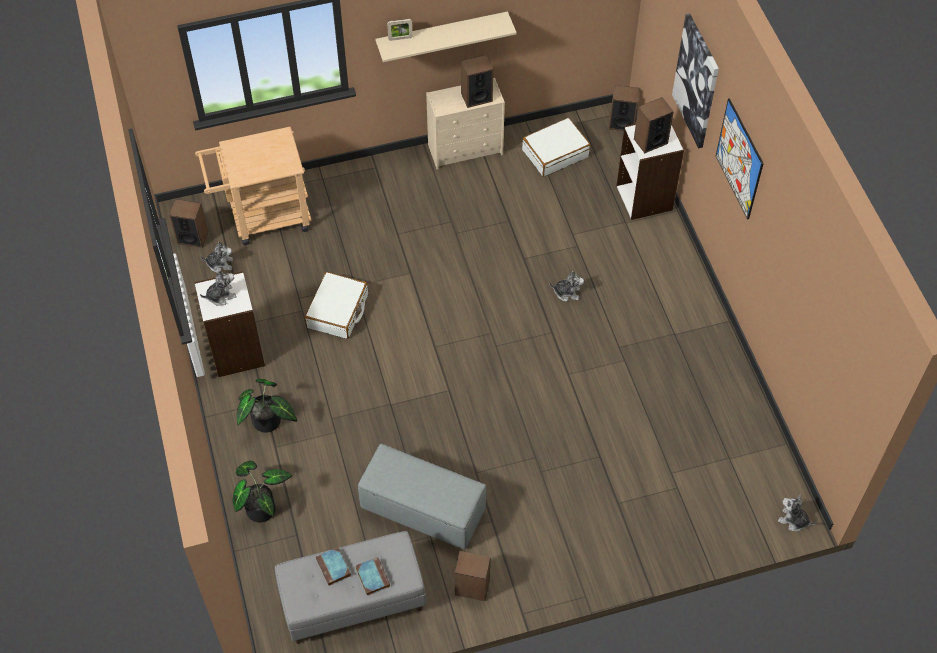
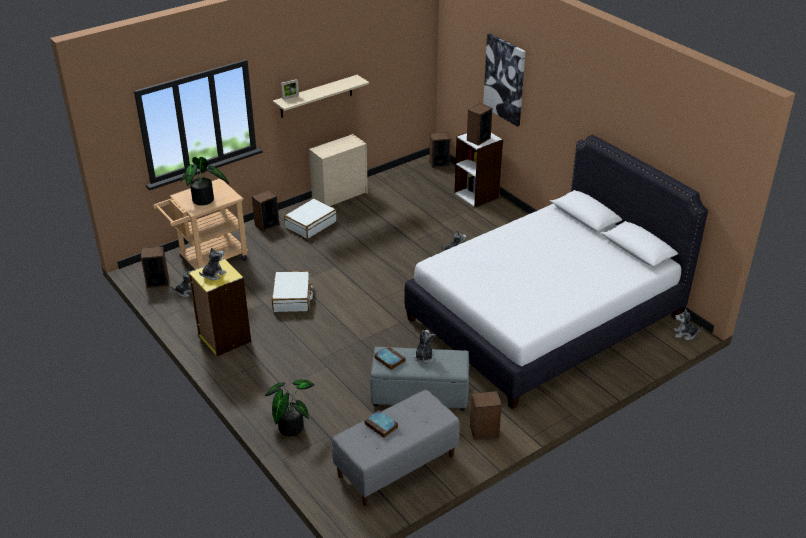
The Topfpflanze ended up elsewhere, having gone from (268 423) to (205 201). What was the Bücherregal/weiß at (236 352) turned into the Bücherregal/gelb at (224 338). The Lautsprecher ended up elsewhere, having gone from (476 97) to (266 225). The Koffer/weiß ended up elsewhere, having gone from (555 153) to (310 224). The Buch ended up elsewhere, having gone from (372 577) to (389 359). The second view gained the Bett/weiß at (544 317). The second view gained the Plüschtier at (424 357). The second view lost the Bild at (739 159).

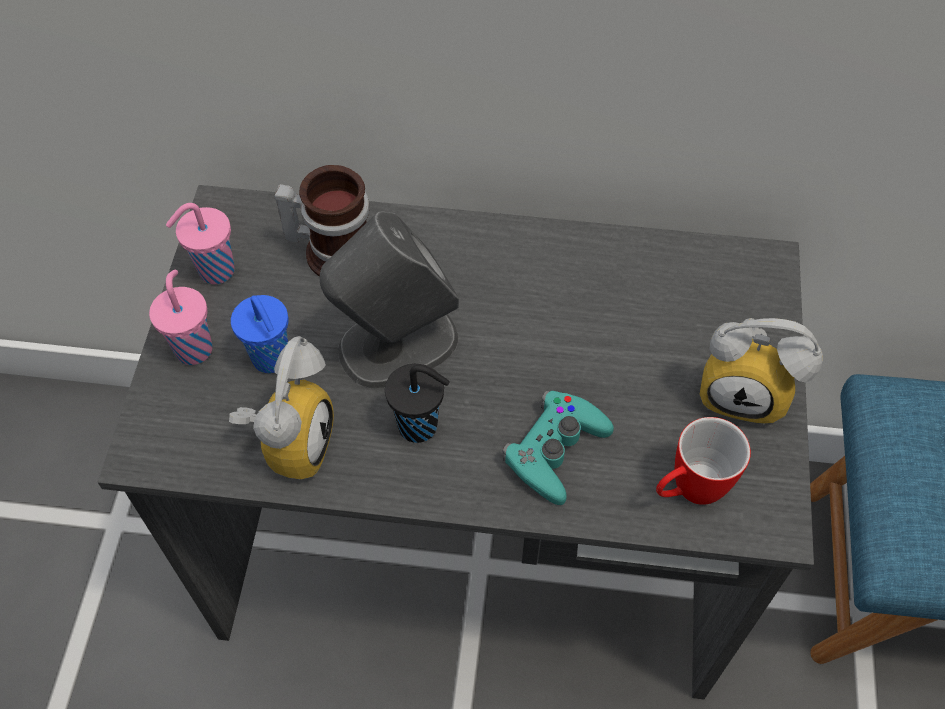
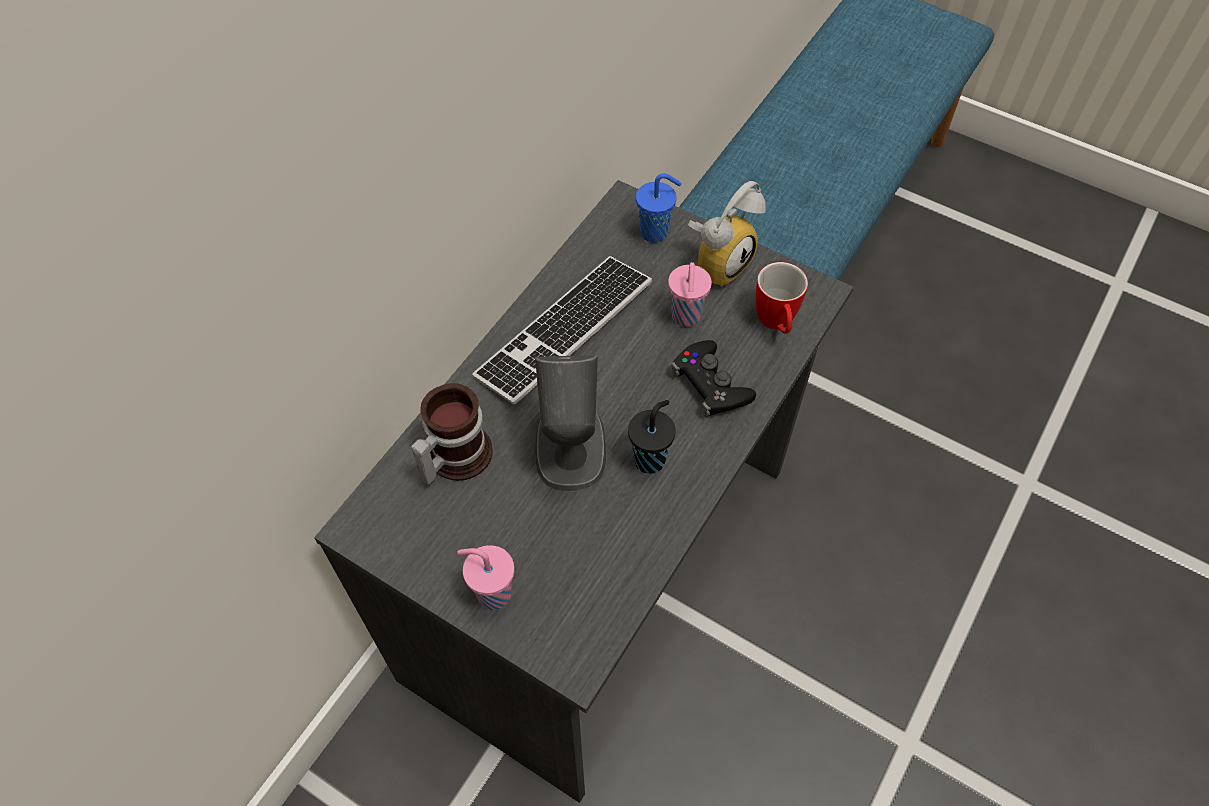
The second view gained the Tastatur at (564 331). The Tasse/blau ended up elsewhere, having gone from (272 360) to (656 232). The Tasse/rosa ended up elsewhere, having gone from (214 271) to (686 317). What was the Gamepad/türkis at (555 450) turned into the Gamepad/schwarz at (711 384). The second view lost the Wecker at (290 440).

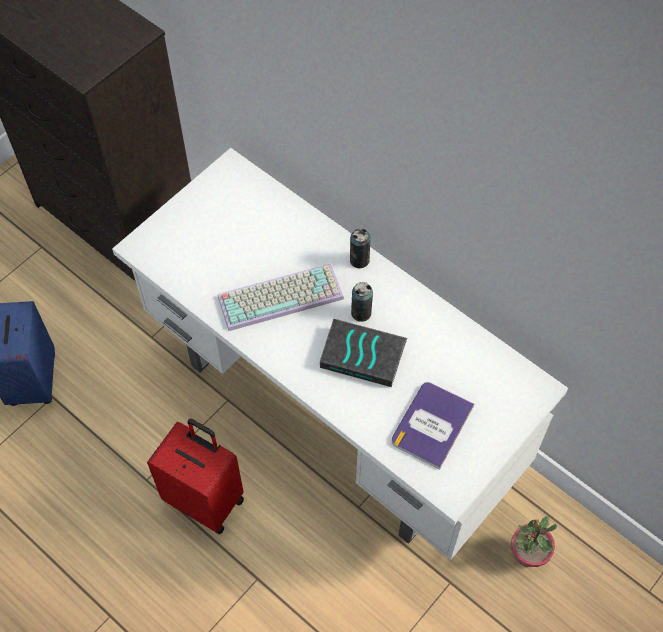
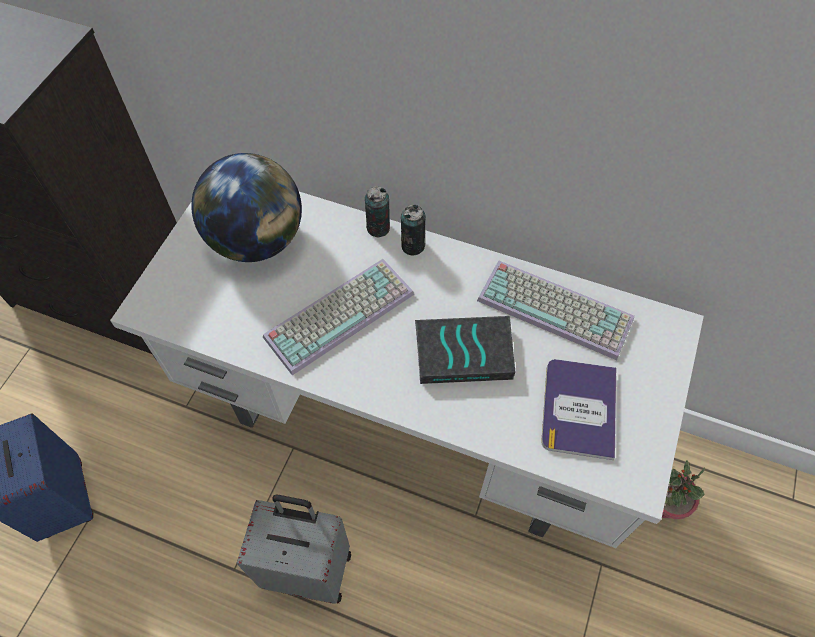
The second view gained the Globus at (257 240). What was the Koffer/rot at (206 499) turned into the Koffer/grau at (309 568). The Dose ended up elsewhere, having gone from (361 313) to (378 228). The second view gained the Tastatur at (557 308).

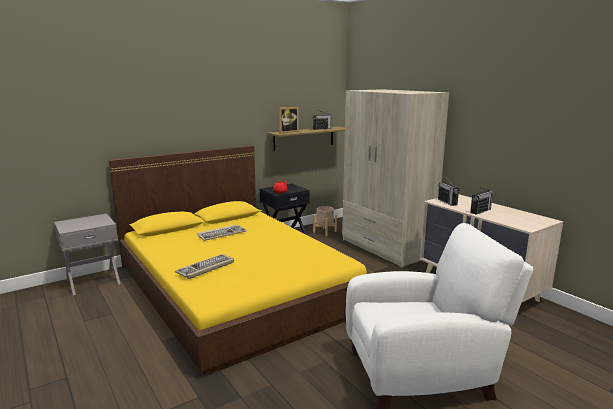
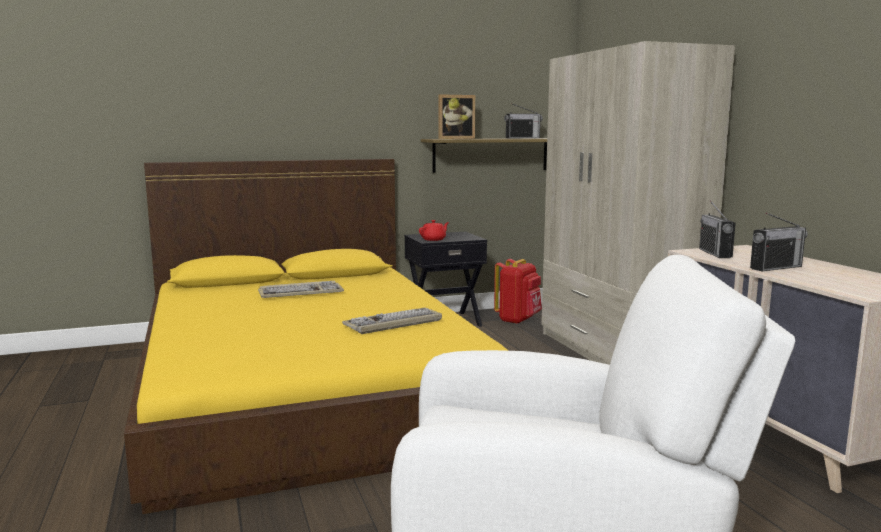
The Tastatur ended up elsewhere, having gone from (205 268) to (393 323). Where the Pflanzkübel/beige stood at (324 232), the Rucksack/rot came to stand at (518 320). The second view lost the Nachttisch/grau at (93 281).

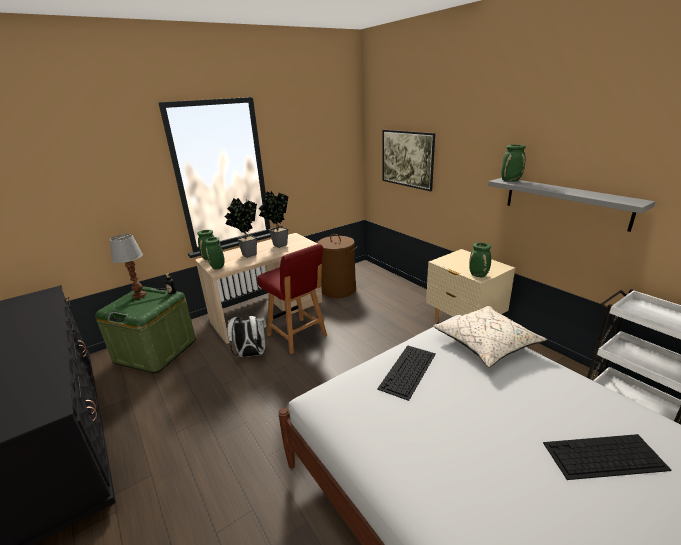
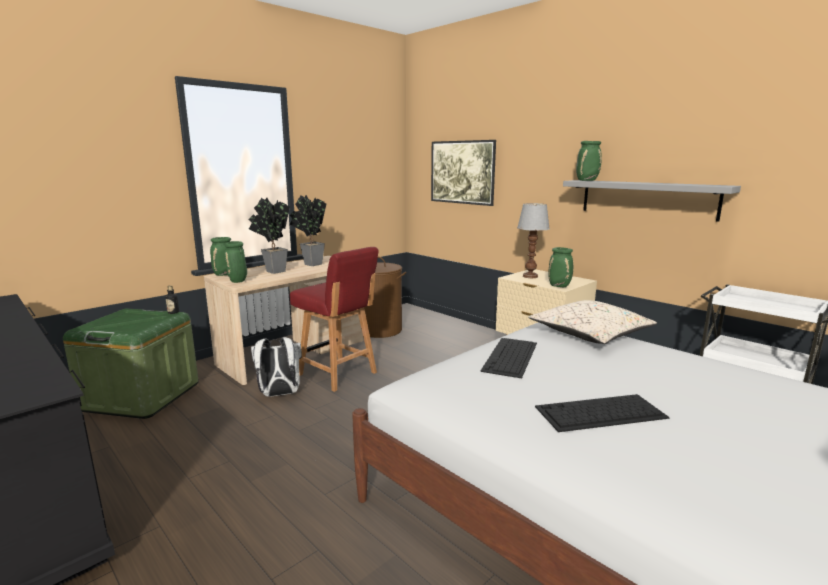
The Tischlampe ended up elsewhere, having gone from (139 295) to (529 276). The Tastatur ended up elsewhere, having gone from (603 456) to (599 413).

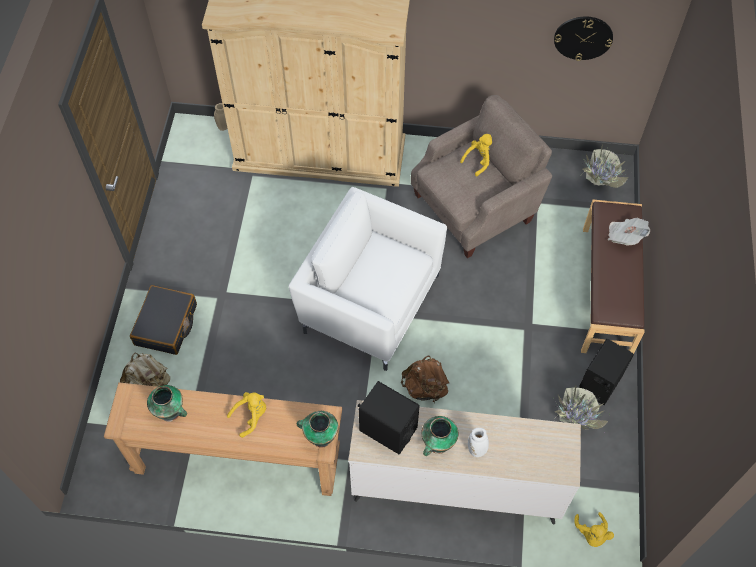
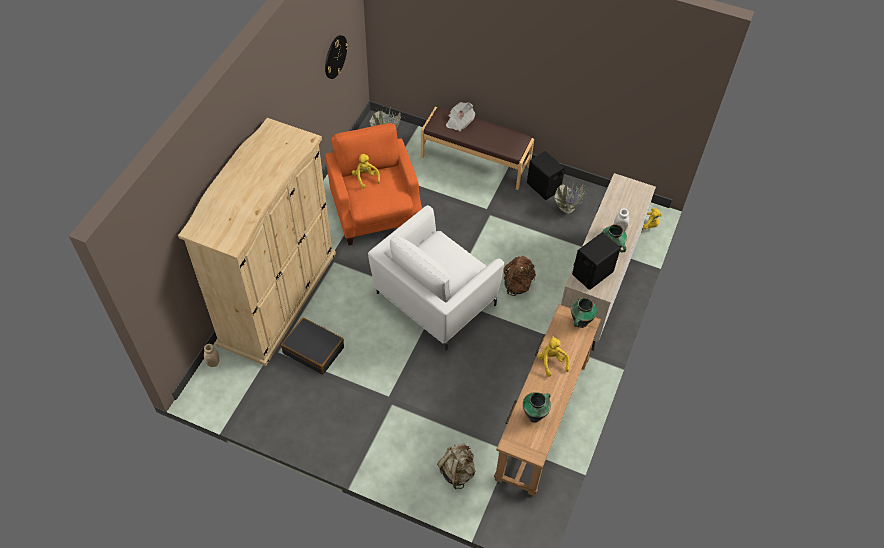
The Koffer/schwarz ended up elsewhere, having gone from (166 325) to (314 350). What was the Sessel/beige at (475 206) turned into the Sessel/orange at (375 211).

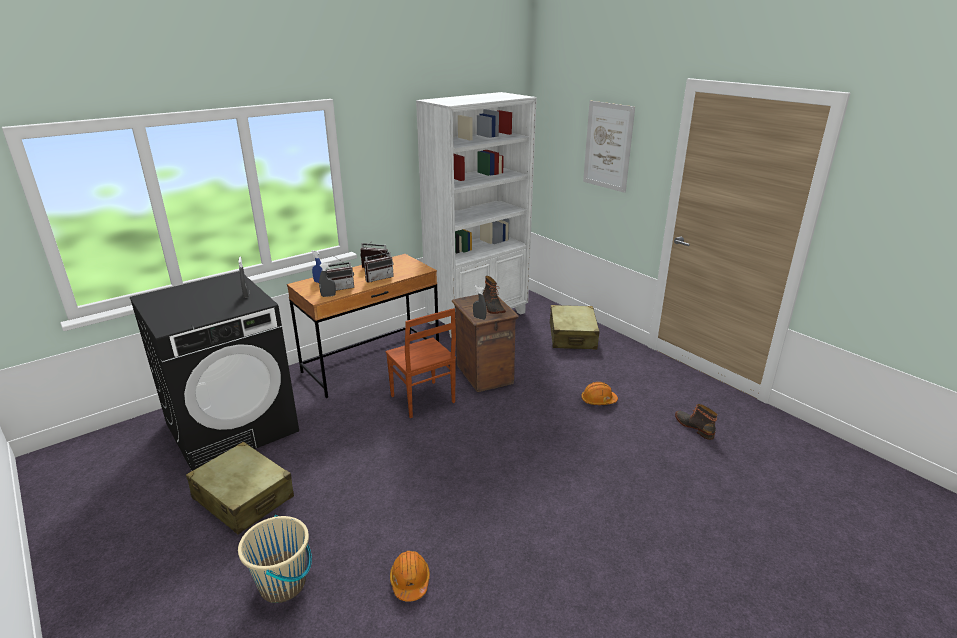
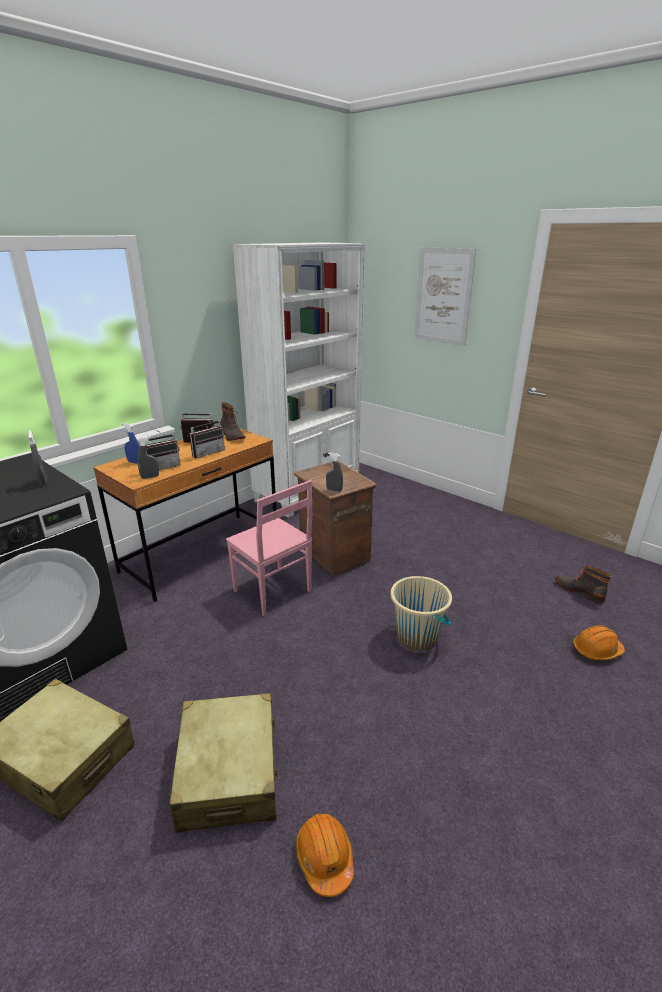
The Koffer/beige ended up elsewhere, having gone from (572 336) to (229 772). The Stiefel ended up elsewhere, having gone from (492 308) to (231 436). What was the Stuhl/braun at (422 400) turned into the Stuhl/rosa at (272 592). The Eimer/beige ended up elsewhere, having gone from (283 584) to (417 637). The Schutzhelm/orange ended up elsewhere, having gone from (598 400) to (596 650).

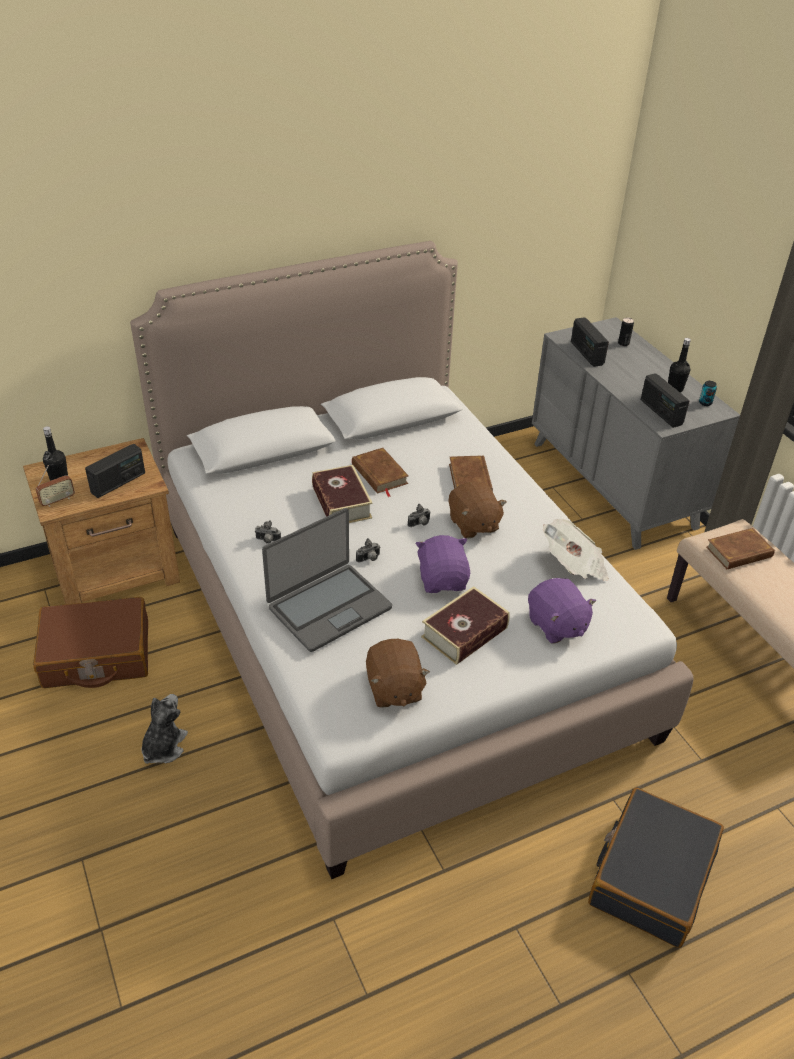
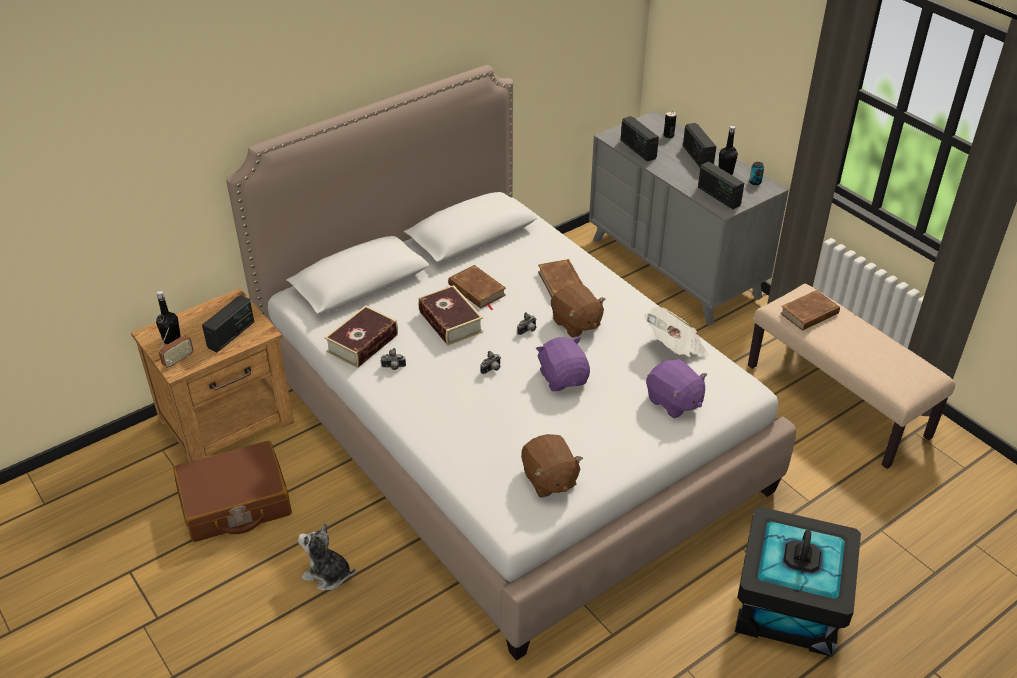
The Plüschtier at (163 747) ended up facing another way, 75 degrees counterclockwise from before. The Buch ended up elsewhere, having gone from (464 632) to (362 343). The second view gained the Radio at (697 157). Where the Koffer/schwarz stood at (651 876), the Aufbewahrungsbox/schwarz came to stand at (789 606). The second view lost the Laptop at (328 607).

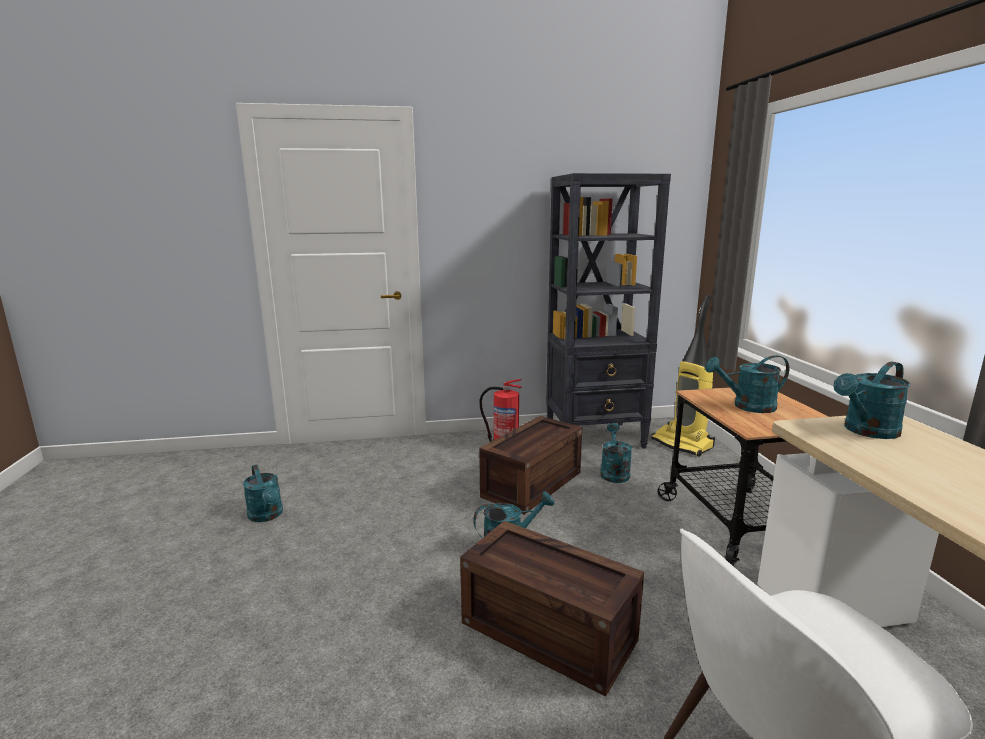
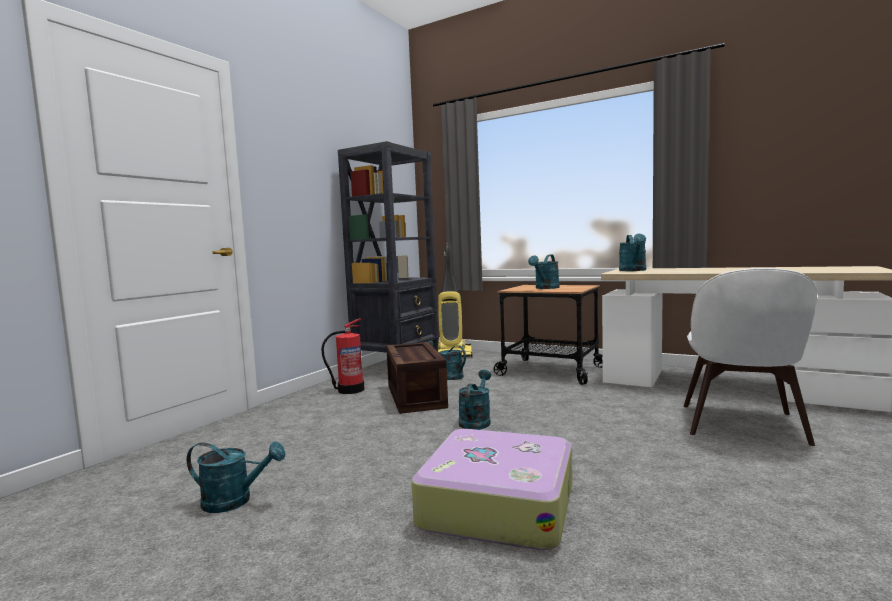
The second view gained the Koffer at (497 504). The second view lost the Kiste at (551 631).

